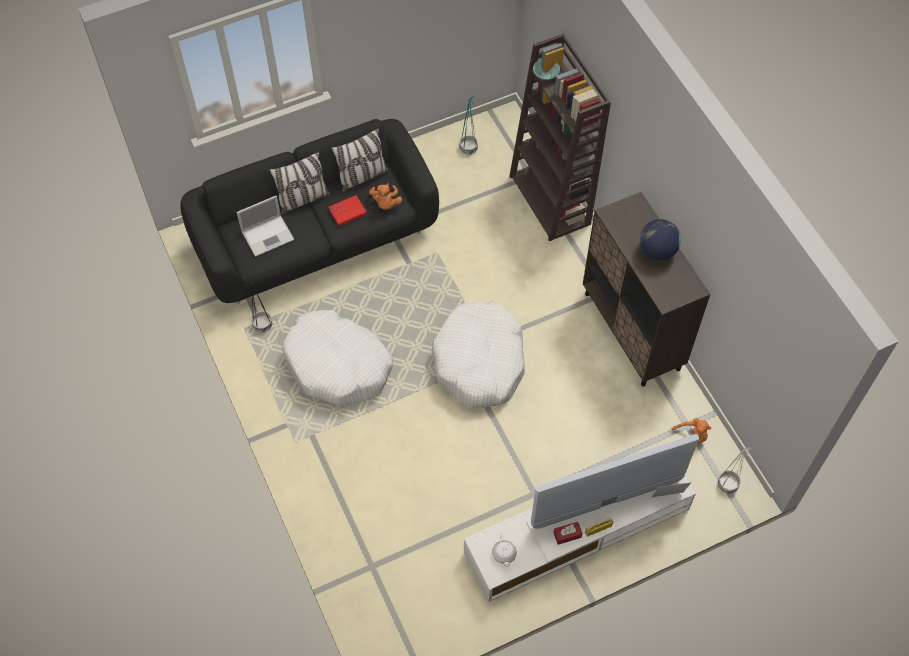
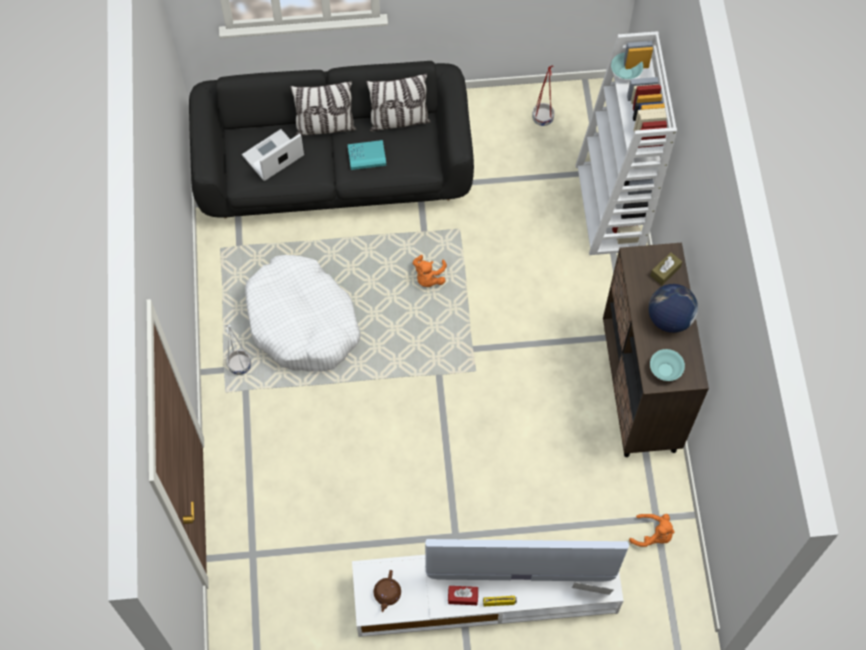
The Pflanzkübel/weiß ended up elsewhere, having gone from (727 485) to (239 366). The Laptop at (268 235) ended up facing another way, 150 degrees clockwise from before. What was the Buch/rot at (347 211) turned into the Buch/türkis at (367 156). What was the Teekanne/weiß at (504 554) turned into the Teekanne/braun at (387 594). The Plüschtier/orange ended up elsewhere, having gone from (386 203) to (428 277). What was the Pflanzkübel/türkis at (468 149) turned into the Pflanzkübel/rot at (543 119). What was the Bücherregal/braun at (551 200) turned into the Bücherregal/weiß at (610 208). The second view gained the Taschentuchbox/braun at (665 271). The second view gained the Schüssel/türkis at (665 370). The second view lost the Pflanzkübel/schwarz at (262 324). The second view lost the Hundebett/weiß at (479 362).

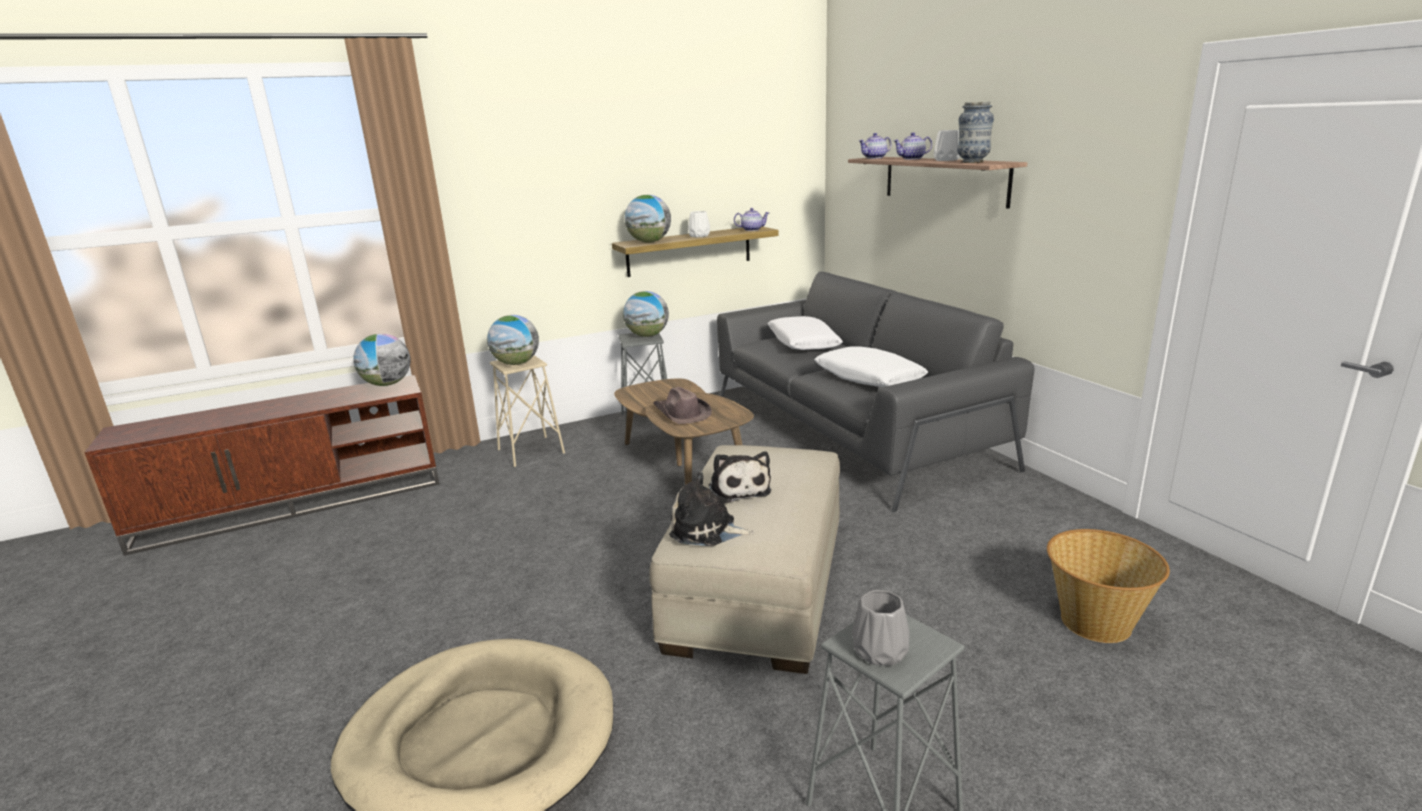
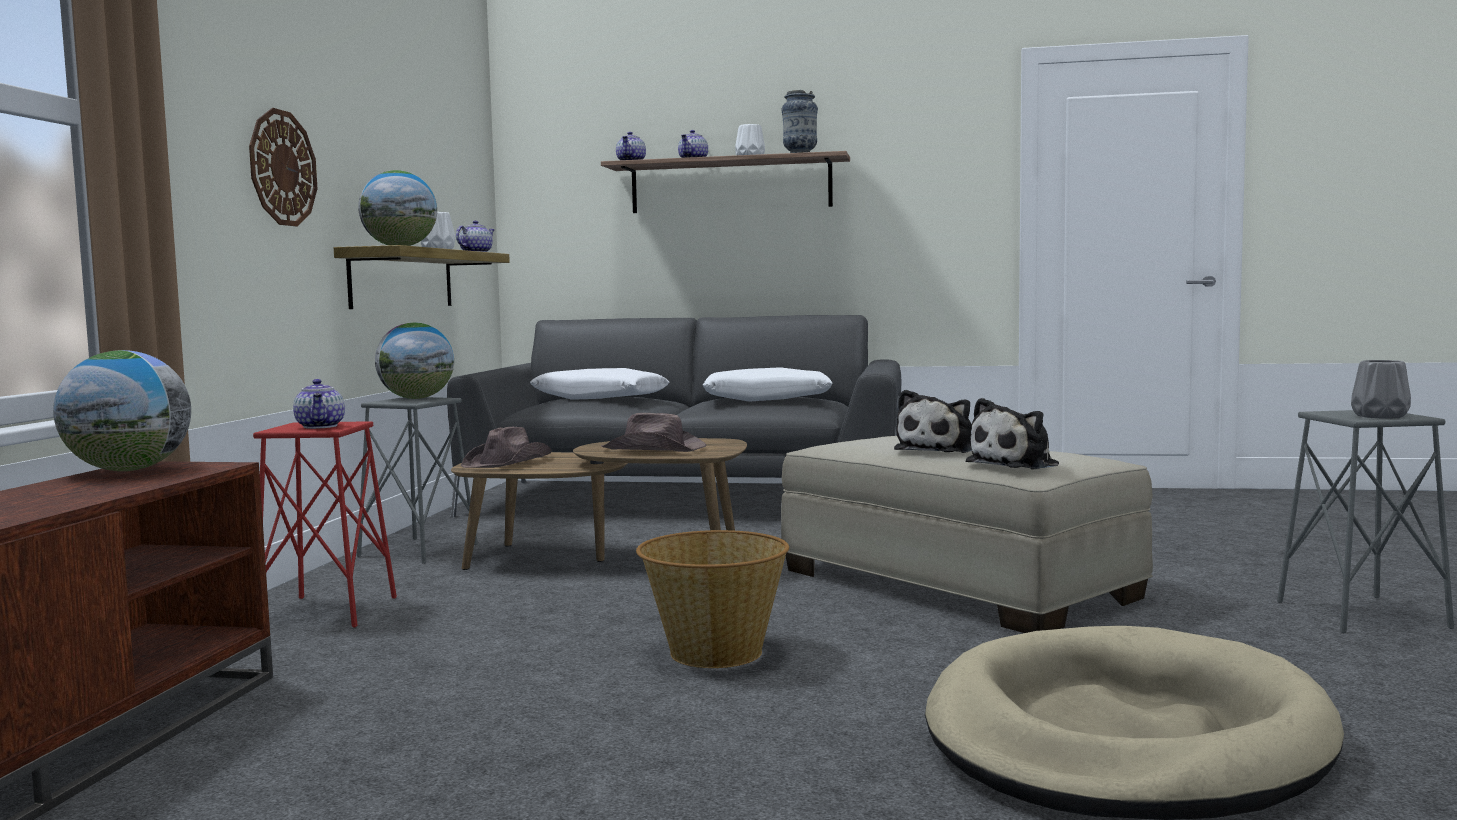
The second view gained the Wanduhr at (282 168). What was the Hocker/beige at (531 451) turned into the Hocker/rot at (328 612). Where the Globus stood at (516 363), the Teekanne came to stand at (321 426). The second view gained the Hut/braun at (508 462). The Korb ended up elsewhere, having gone from (1095 621) to (715 652). The Plüschtier at (738 489) ended up facing another way, 105 degrees clockwise from before.

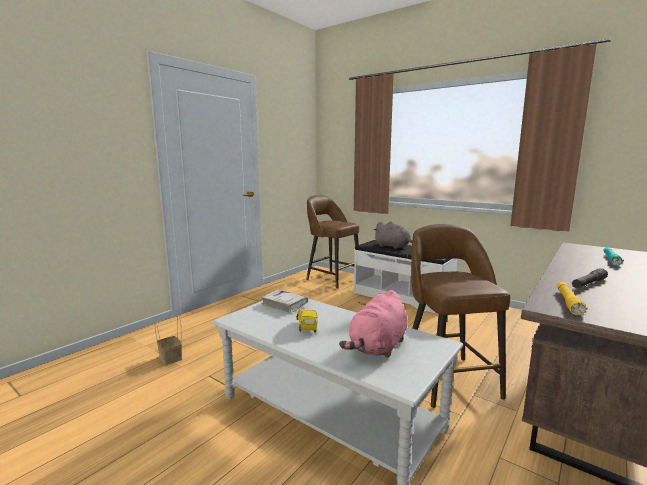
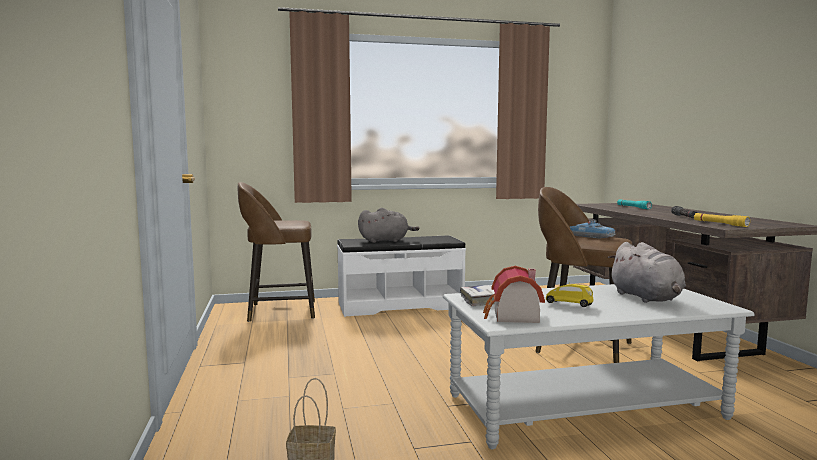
The second view gained the Spielzeughaus at (512 316). The second view gained the Spielzeugauto at (590 236). What was the Plüschtier/rosa at (378 347) turned into the Plüschtier/grau at (647 298).

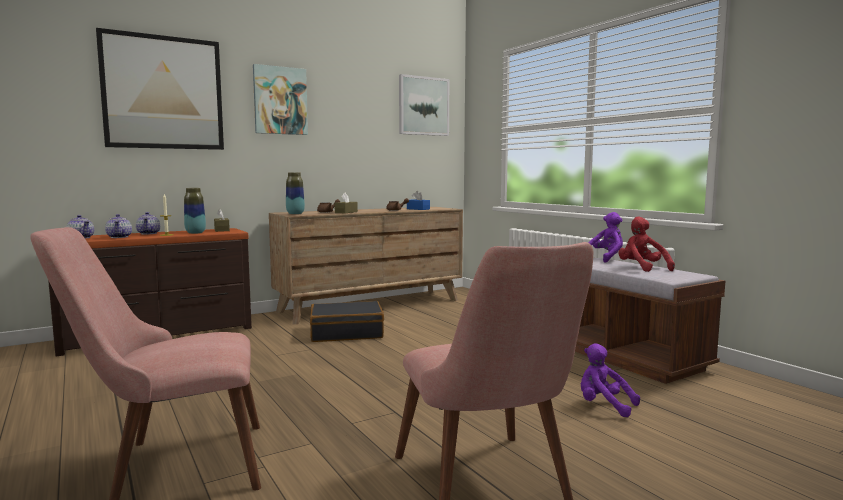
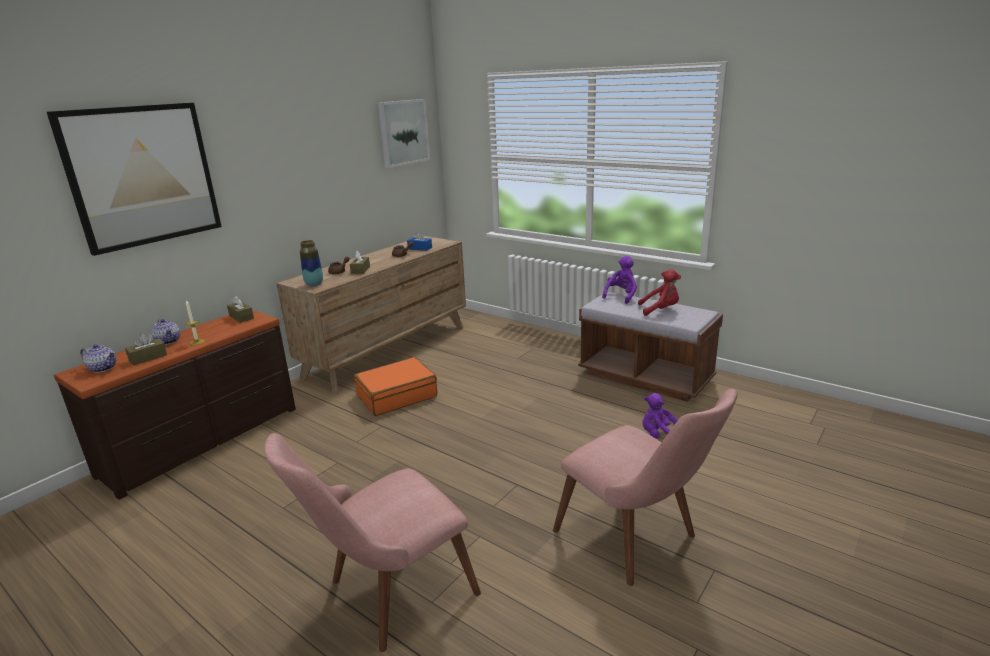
Where the Teekanne stood at (119 237), the Taschentuchbox/braun came to stand at (148 357). What was the Koffer/schwarz at (346 333) turned into the Koffer/orange at (396 396). The Plüschtier/rot at (641 268) ended up facing another way, 135 degrees clockwise from before. The second view lost the Vase at (195 233). The second view lost the Bild at (280 100).

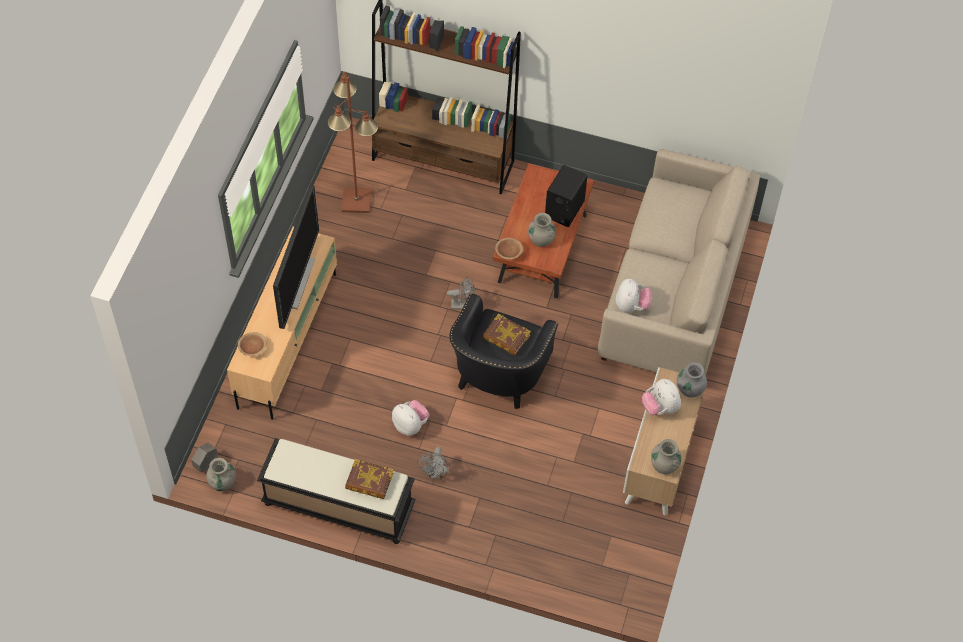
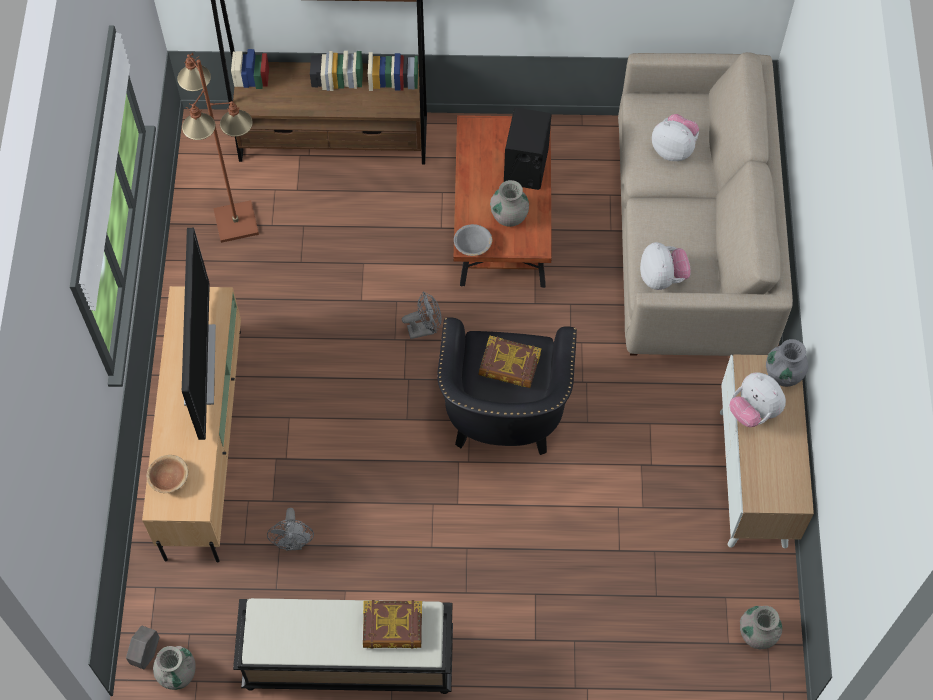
The Ventilator/grau ended up elsewhere, having gone from (435 473) to (294 542). What was the Schüssel/braun at (508 252) turned into the Schüssel/grau at (472 245). The Plüschtier ended up elsewhere, having gone from (410 425) to (673 149). The Vase/grau ended up elsewhere, having gone from (664 465) to (757 634).

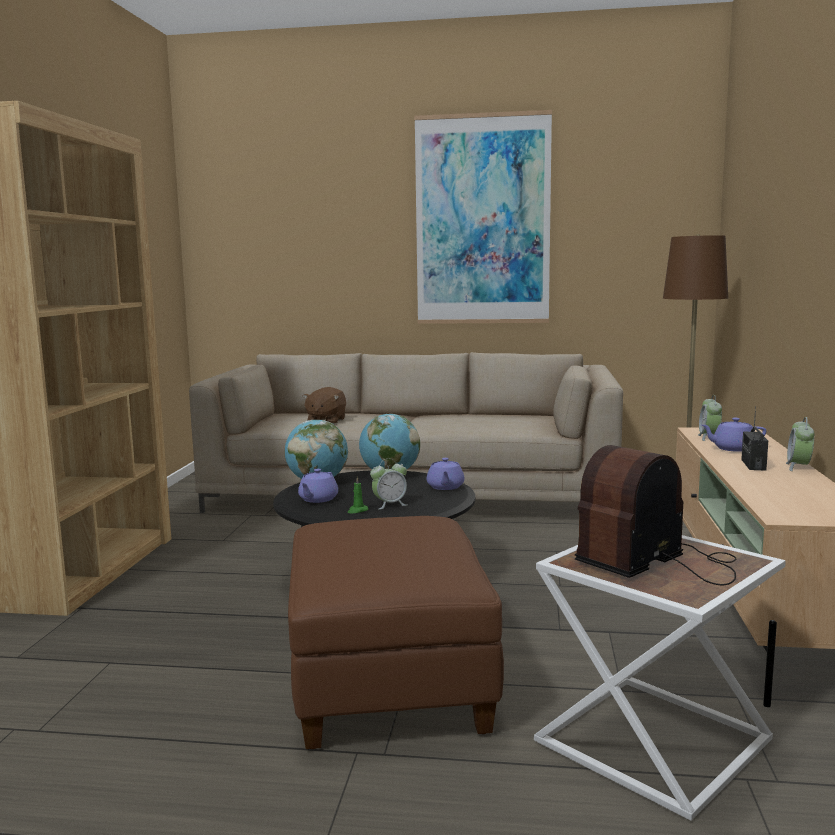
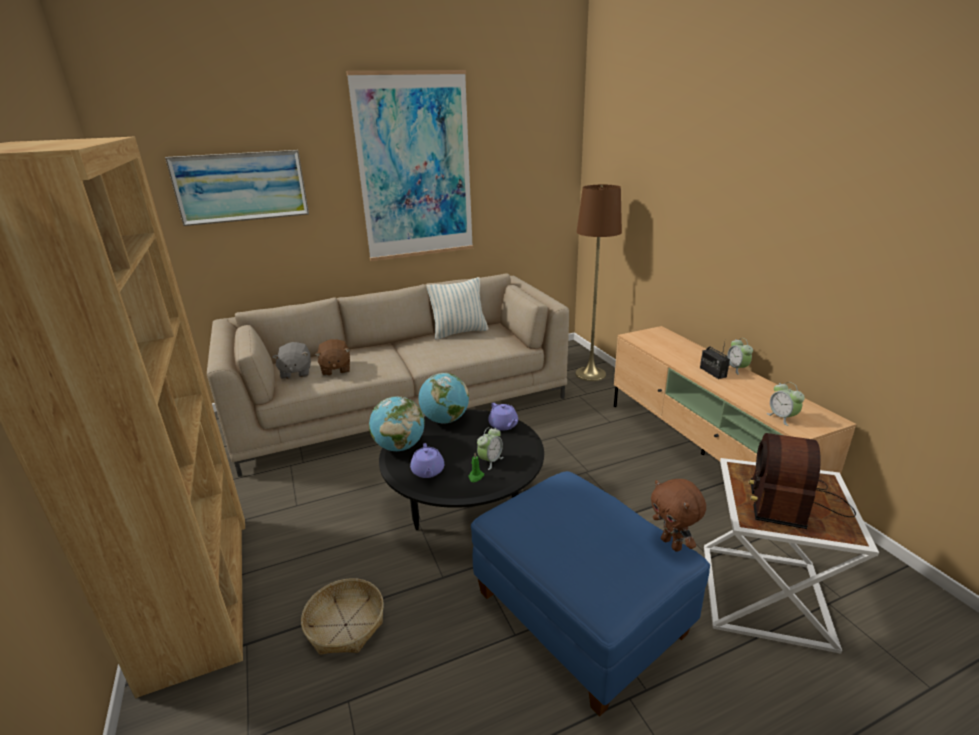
The second view gained the Bild at (241 187). The second view gained the Plüschtier/grau at (295 372). The second view gained the Korb at (346 625). The second view gained the Kissen at (459 332). What was the Polsterhocker/braun at (390 681) turned into the Polsterhocker/blau at (580 614). The second view gained the Plüschtier/braun at (672 544). The Wecker ended up elsewhere, having gone from (709 438) to (782 418). The second view lost the Teekanne/lila at (732 449).

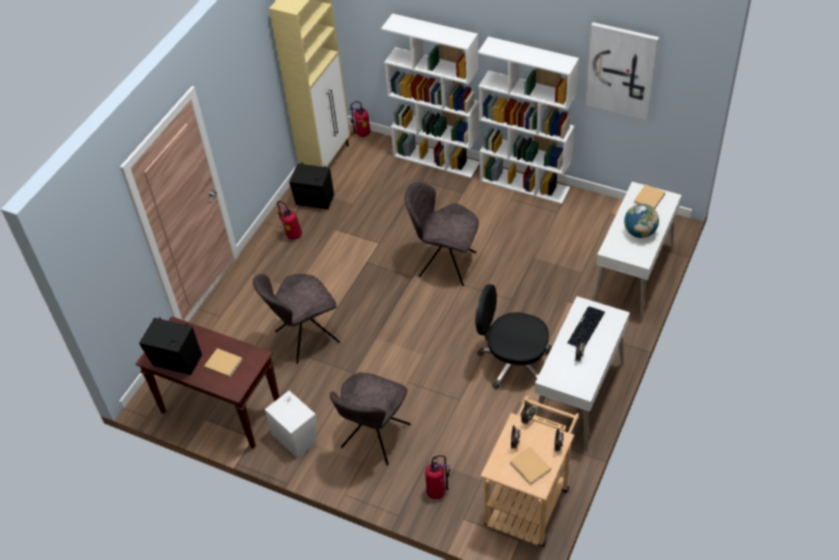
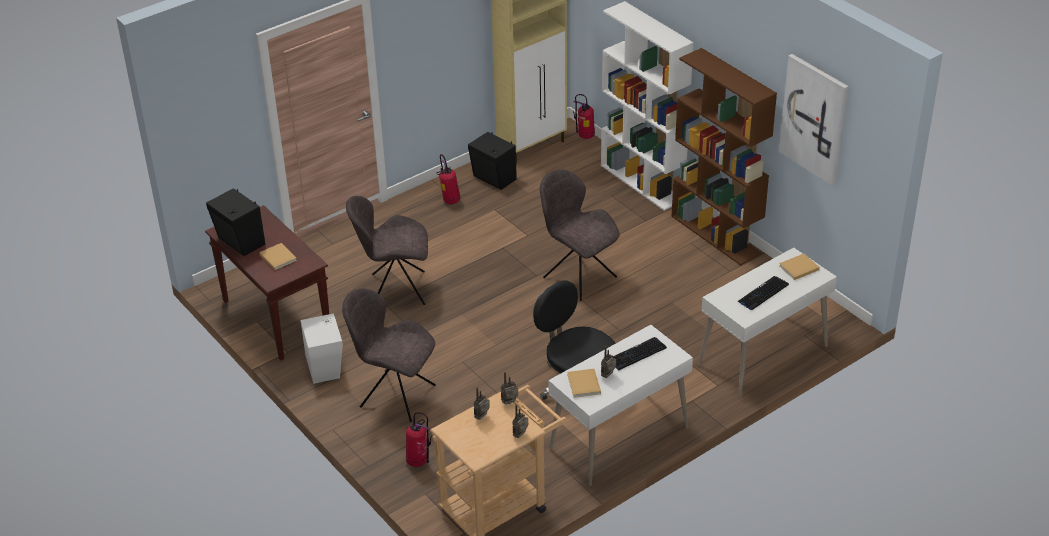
The Stuhl/grau at (374 438) ended up facing another way, 60 degrees clockwise from before. The Buch/beige ended up elsewhere, having gone from (530 467) to (584 385). What was the Bücherregal/weiß at (525 184) turned into the Bücherregal/braun at (716 235). Where the Globus stood at (640 232), the Tastatur came to stand at (763 293).

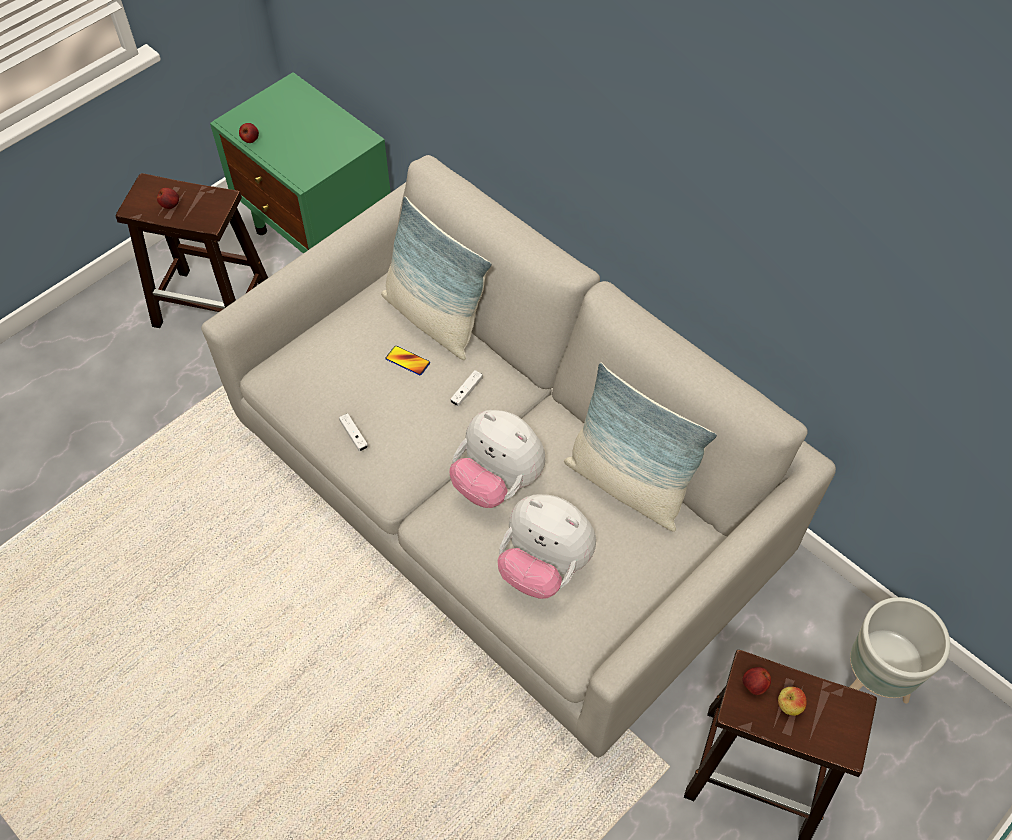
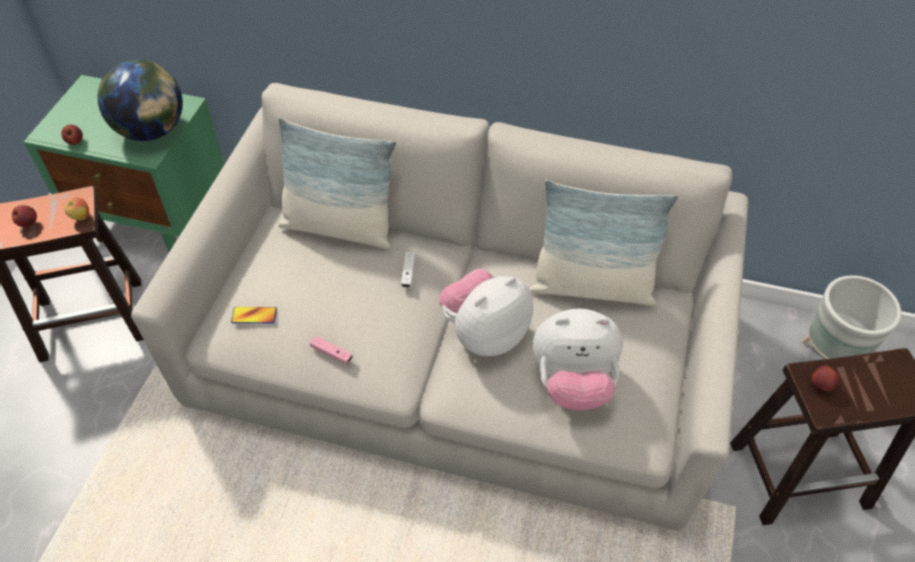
The Apfel ended up elsewhere, having gone from (788 706) to (81 217). The second view gained the Globus at (152 130). The Handy ended up elsewhere, having gone from (407 361) to (254 316). What was the Gamepad/weiß at (354 435) turned into the Gamepad/rosa at (331 353). The Plüschtier at (497 481) ended up facing another way, 135 degrees clockwise from before.

